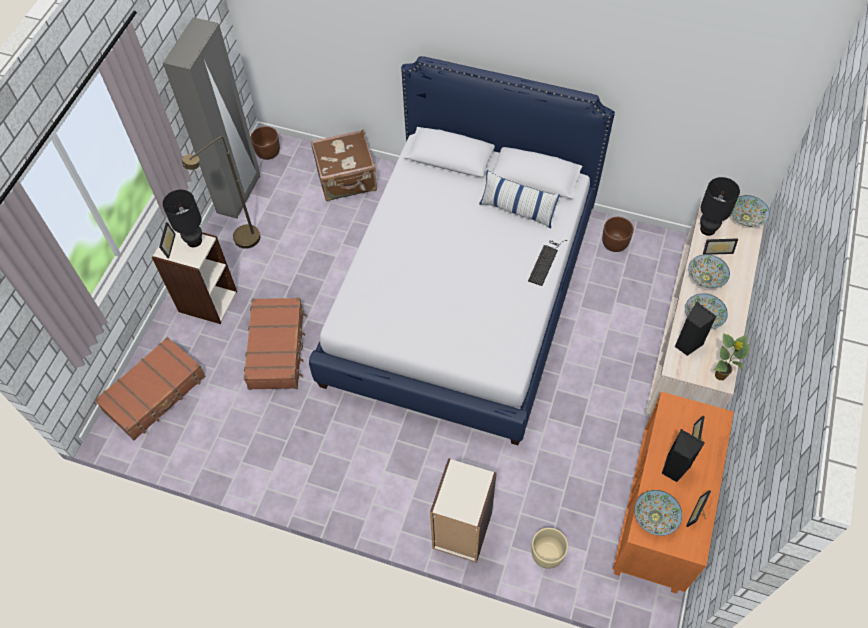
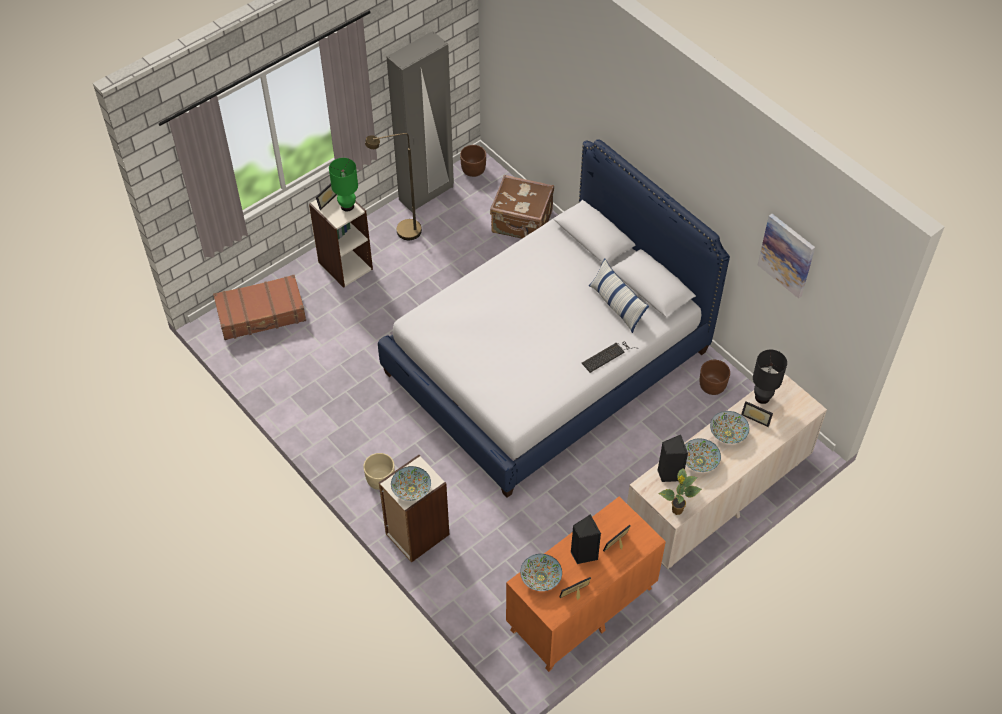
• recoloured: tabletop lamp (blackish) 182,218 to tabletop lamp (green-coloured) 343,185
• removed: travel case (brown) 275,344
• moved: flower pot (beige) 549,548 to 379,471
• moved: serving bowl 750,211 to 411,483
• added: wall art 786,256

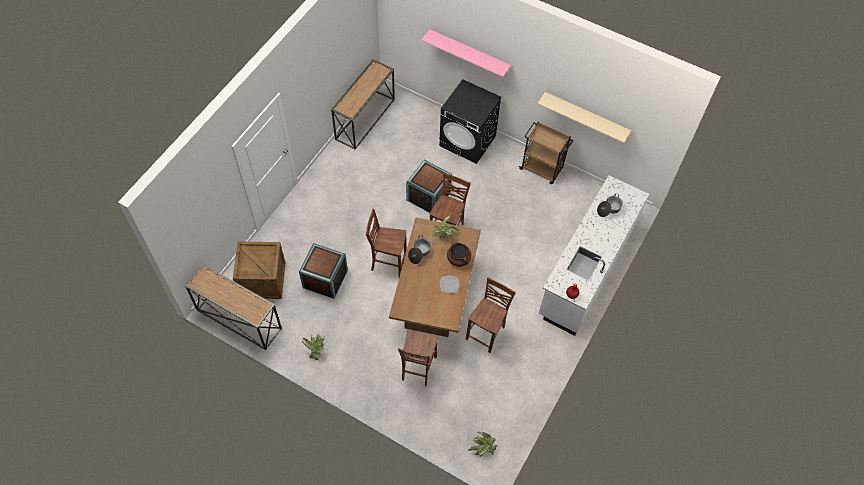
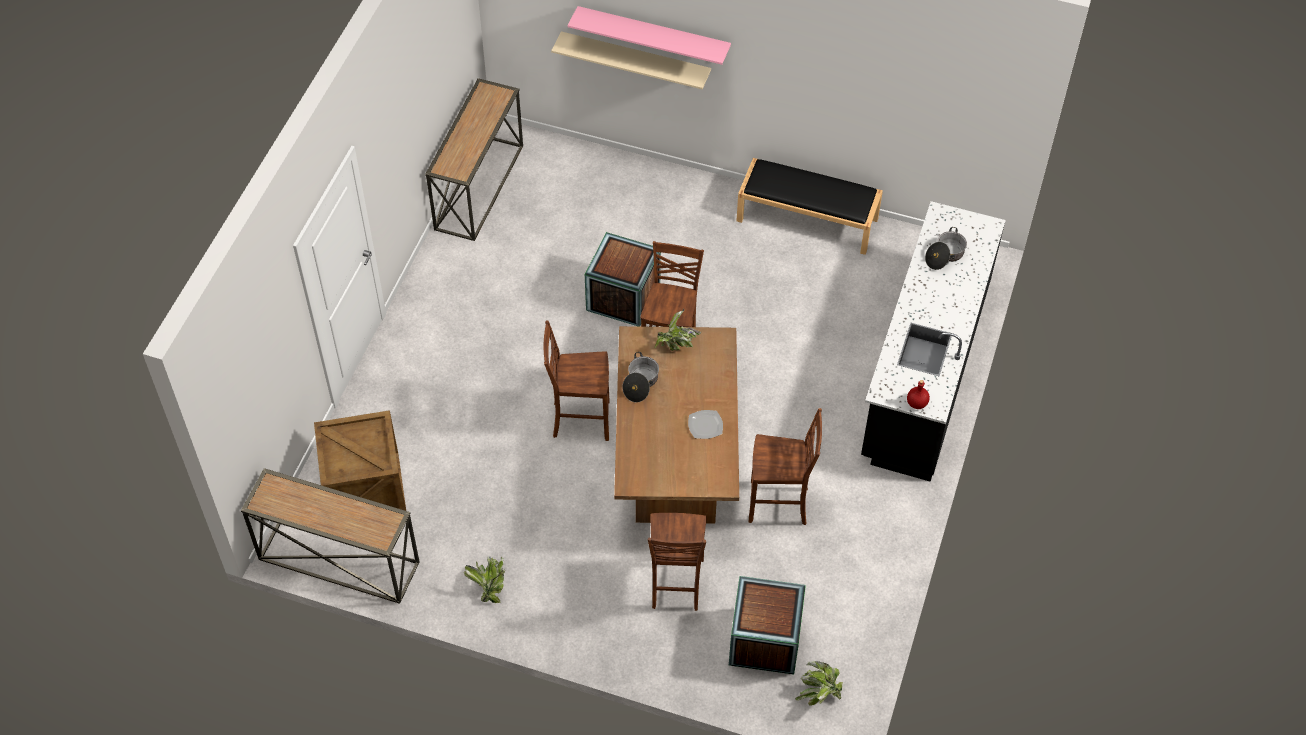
• moved: packing crate 323,271 to 767,625
• removed: laundry machine (blackish) 470,121
• removed: stockpot (brown) 459,254
• turned: plain chair (brown) 491,315 = 785,466 75 degrees clockwise
• replaced: trolley (brown) 545,153 to bench (blackish) 810,206
• moved: wall shelf (beige) 584,117 to 631,60
• recoloured: kitchen base unit (whitish) 594,255 to kitchen base unit (blackish) 933,341

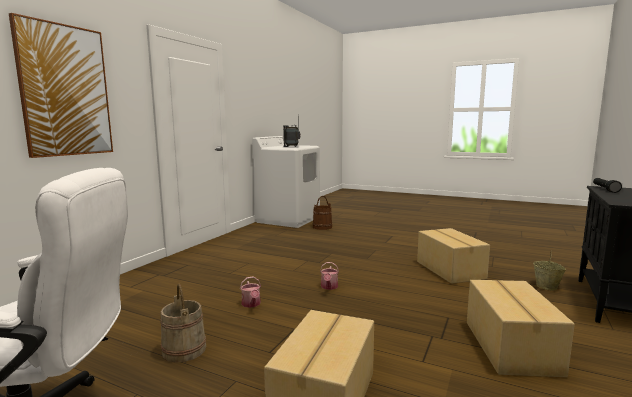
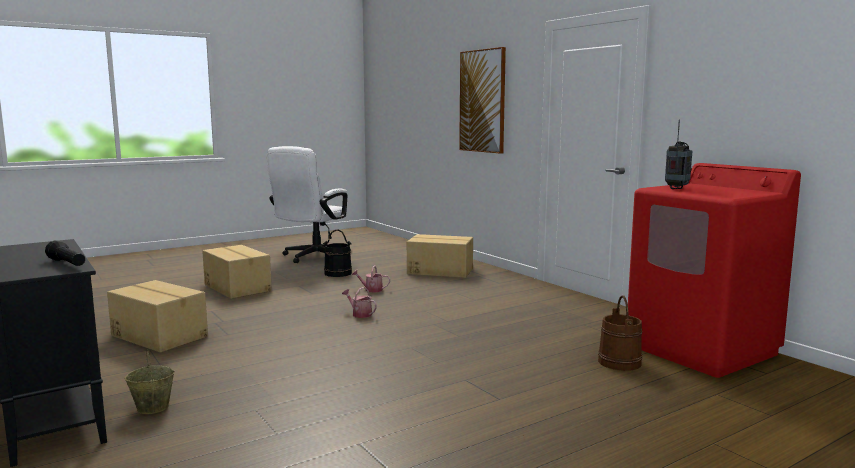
• recoloured: bucket (beige) 183,323 to bucket (blackish) 337,253
• recoloured: laundry machine (whitish) 286,182 to laundry machine (red-coloured) 714,270
• moved: carton 453,256 to 440,256

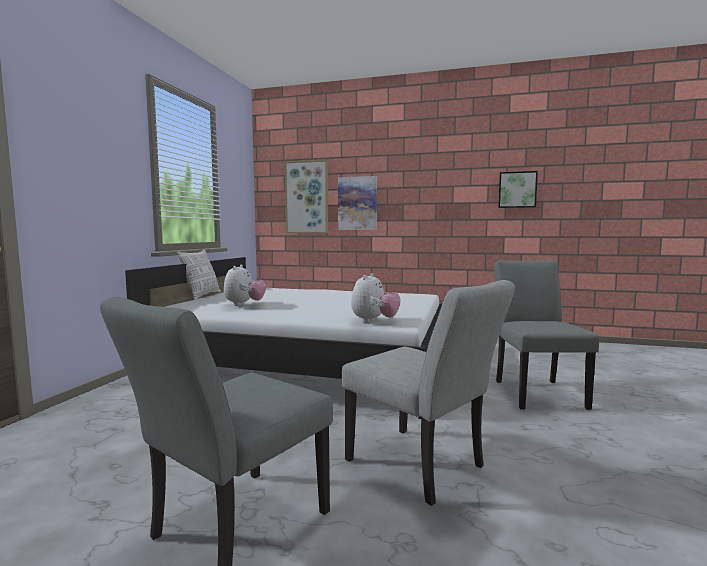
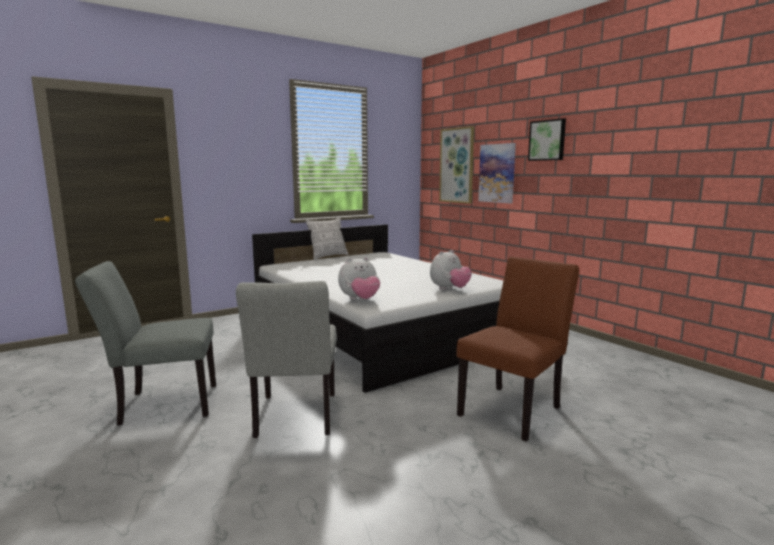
• moved: plush toy 245,285 to 451,270
• recoloured: plain chair (grey) 546,335 to plain chair (brown) 517,349
• moved: wall art 518,189 to 547,139

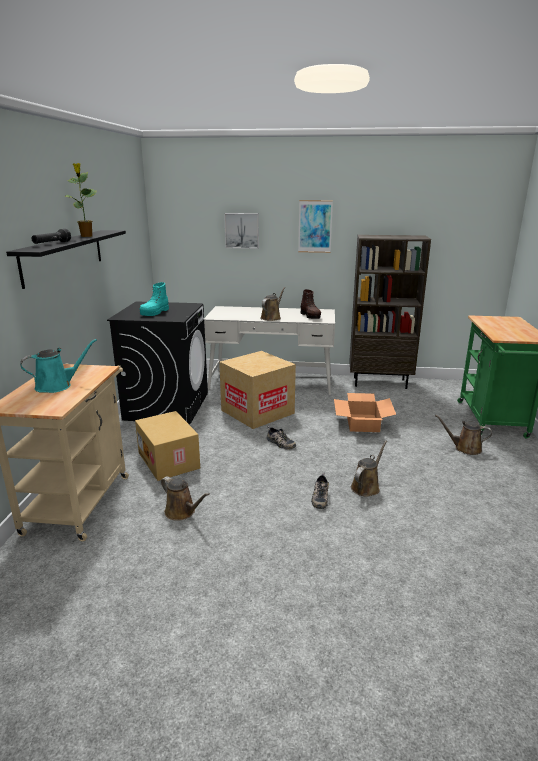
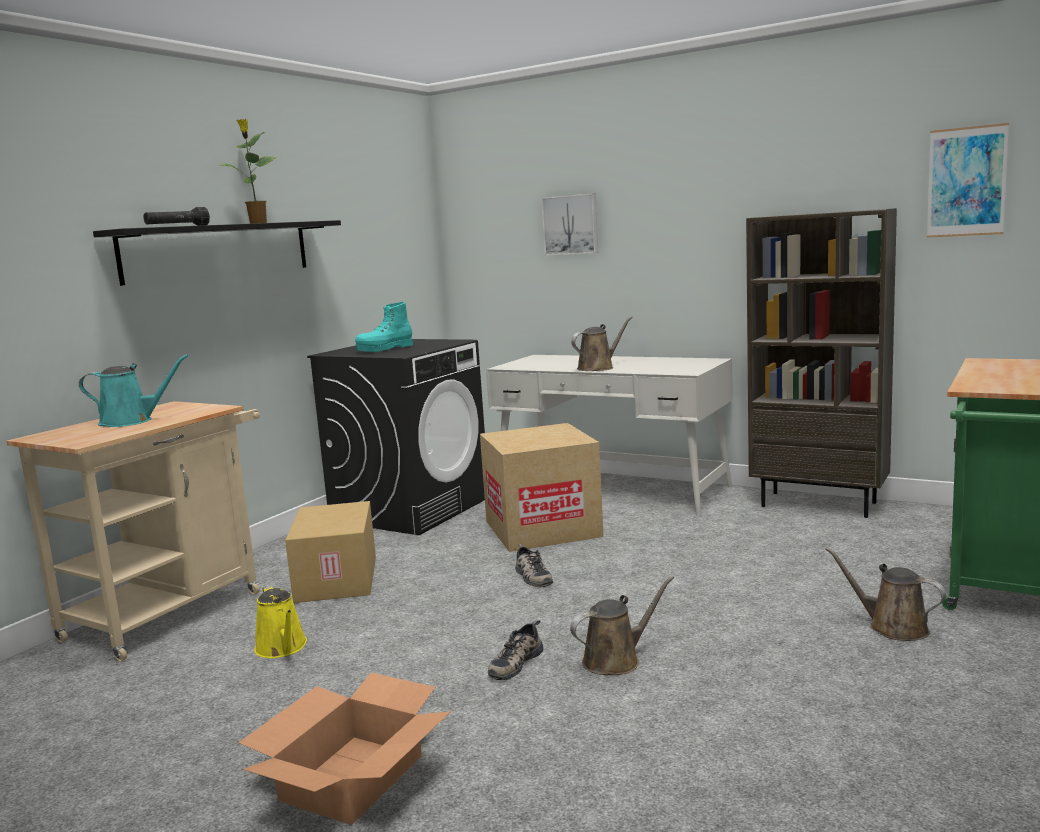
• recoloured: sprinkling can (brown) 185,498 to sprinkling can (yellow-coloured) 280,621
• moved: wall art 315,226 to 968,180
• removed: tall boot (brown) 311,304
• moved: carton 365,412 to 344,749

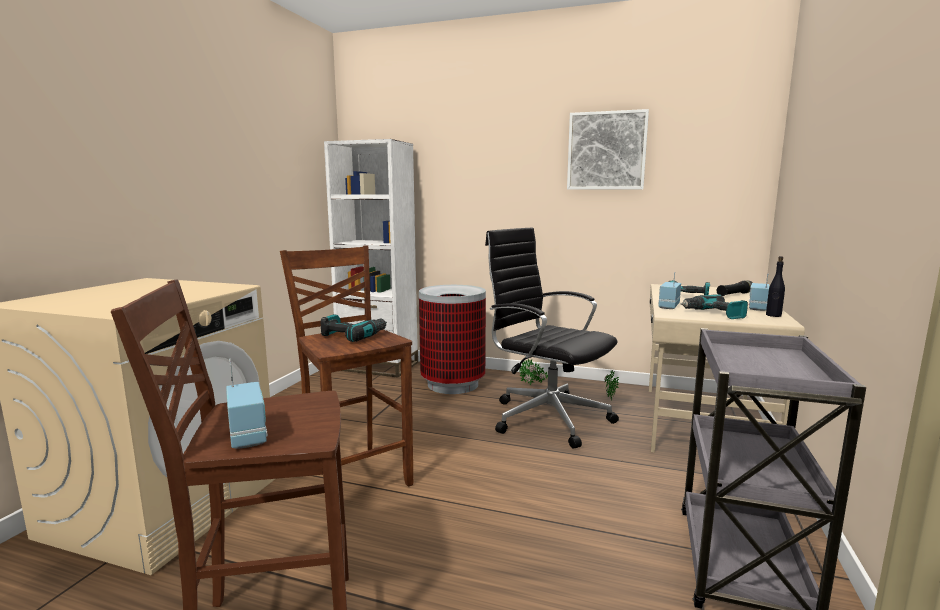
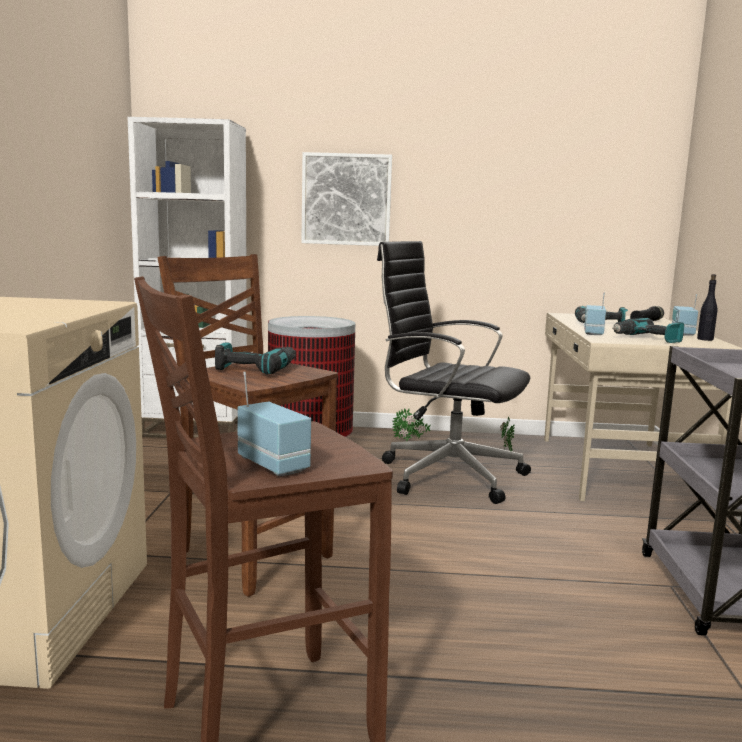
• moved: wall art 608,149 to 346,199

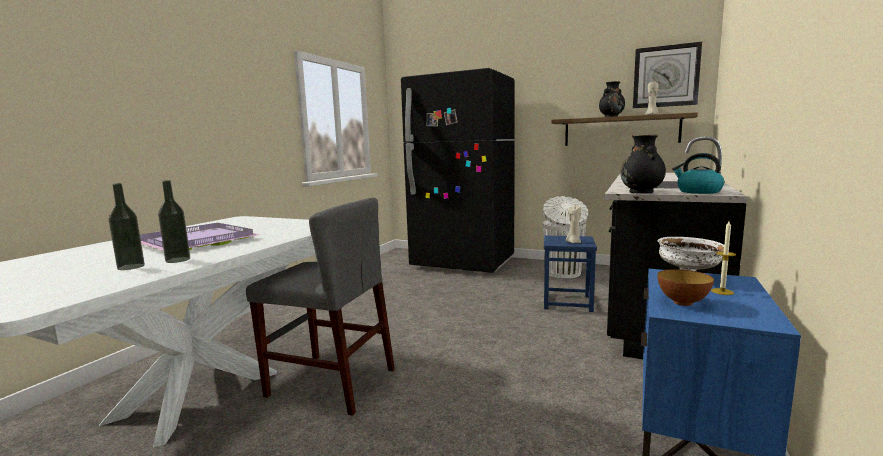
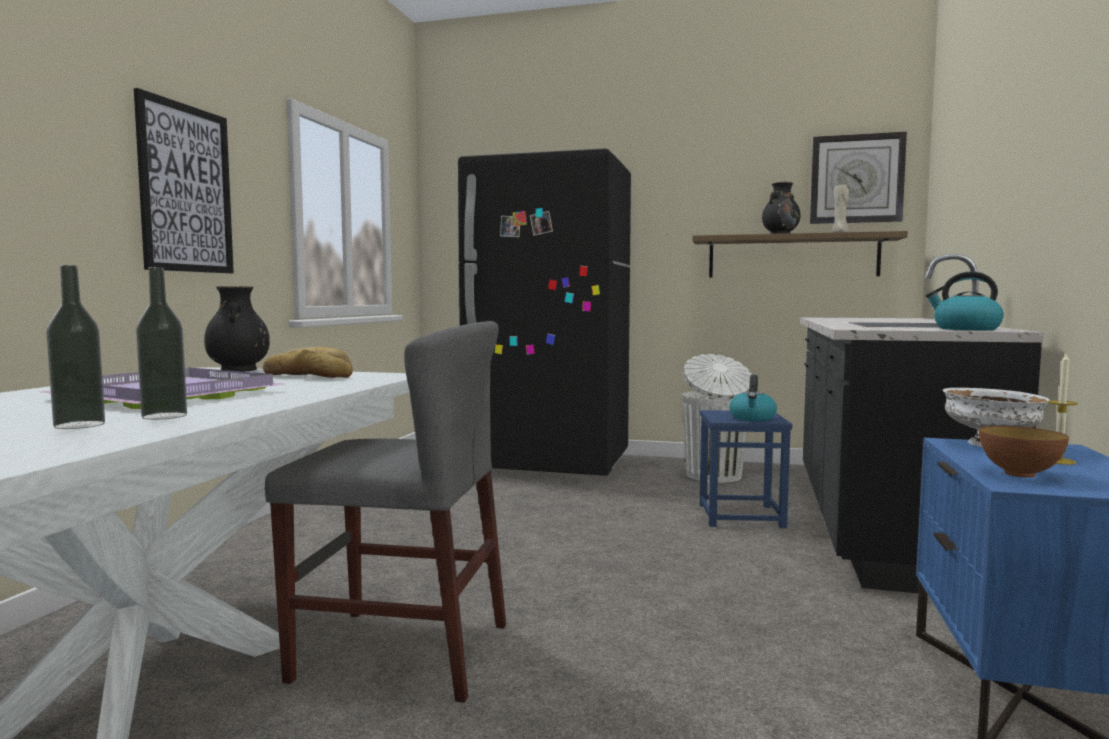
• replaced: candle (beige) 573,224 to tea kettle 753,398
• moved: vase (blackish) 643,164 to 237,329
• added: wall art 184,181
• added: baked bread 308,362

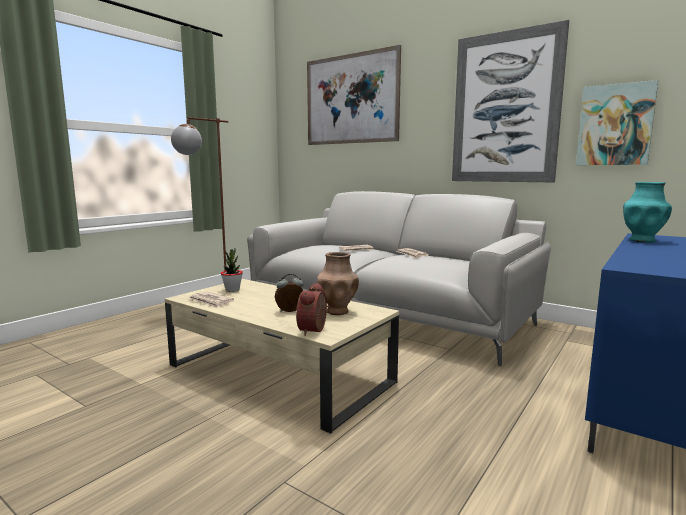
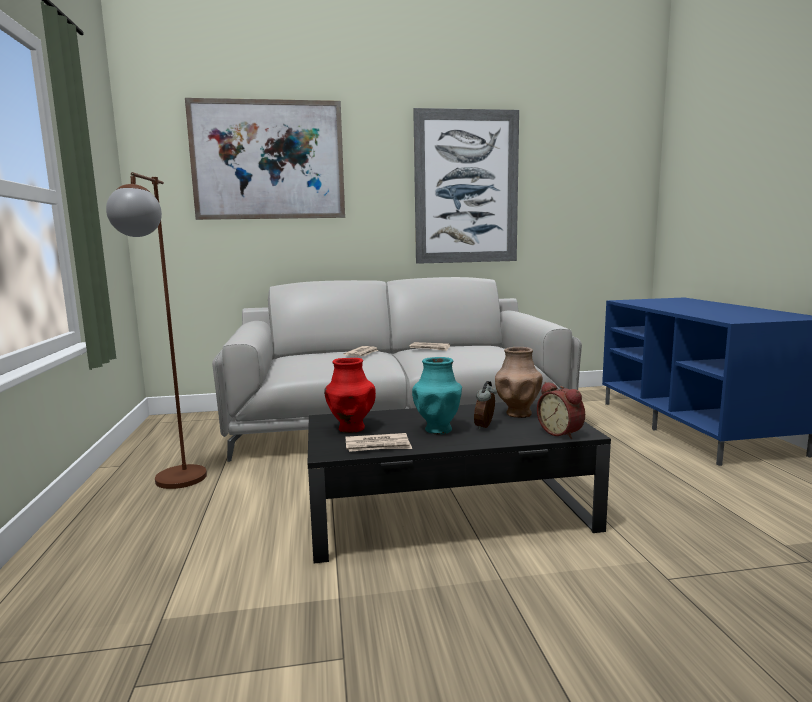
• recoloured: coffee table (beige) 282,356 to coffee table (blackish) 459,481
• replaced: plant in a pot 232,270 to vase (red-coloured) 350,395
• removed: wall art 617,122
• moved: vase (turquoise) 647,212 to 437,396

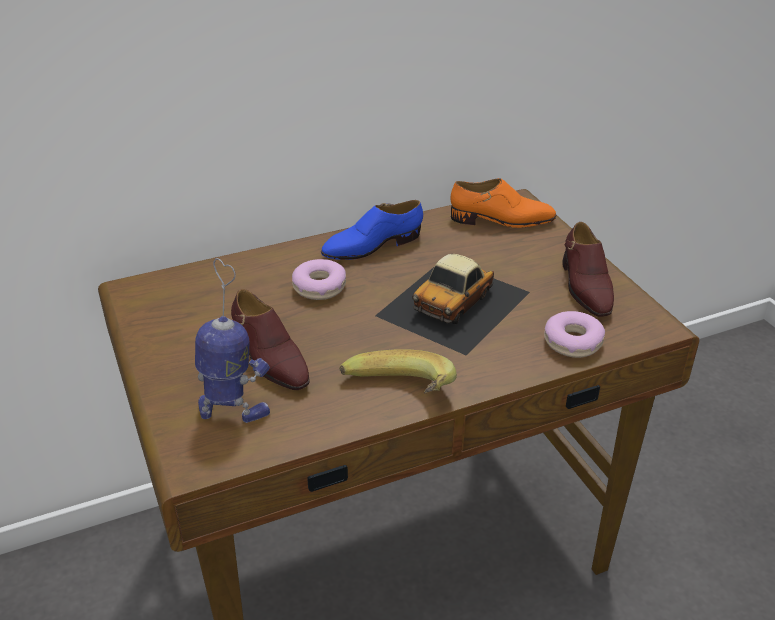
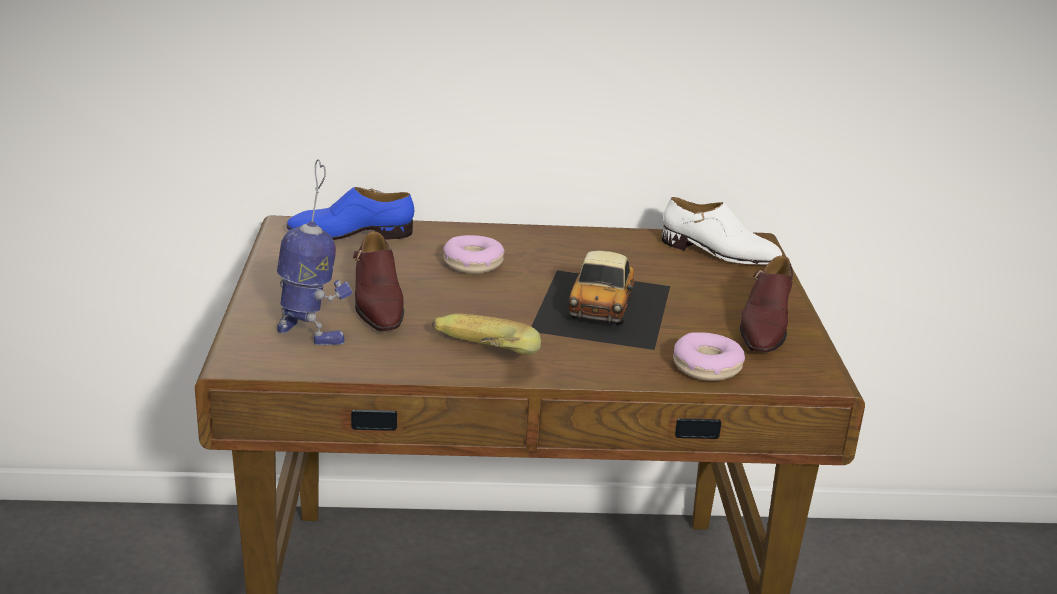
• moved: shoe (blue-coloured) 372,230 to 350,213
• turned: toy car 452,305 = 600,300 45 degrees counterclockwise
• recoloured: shoe (orangey) 503,203 to shoe (whitish) 722,231

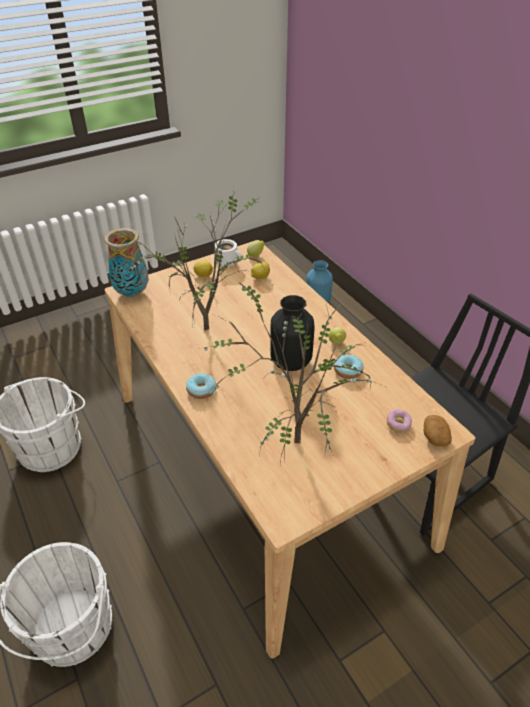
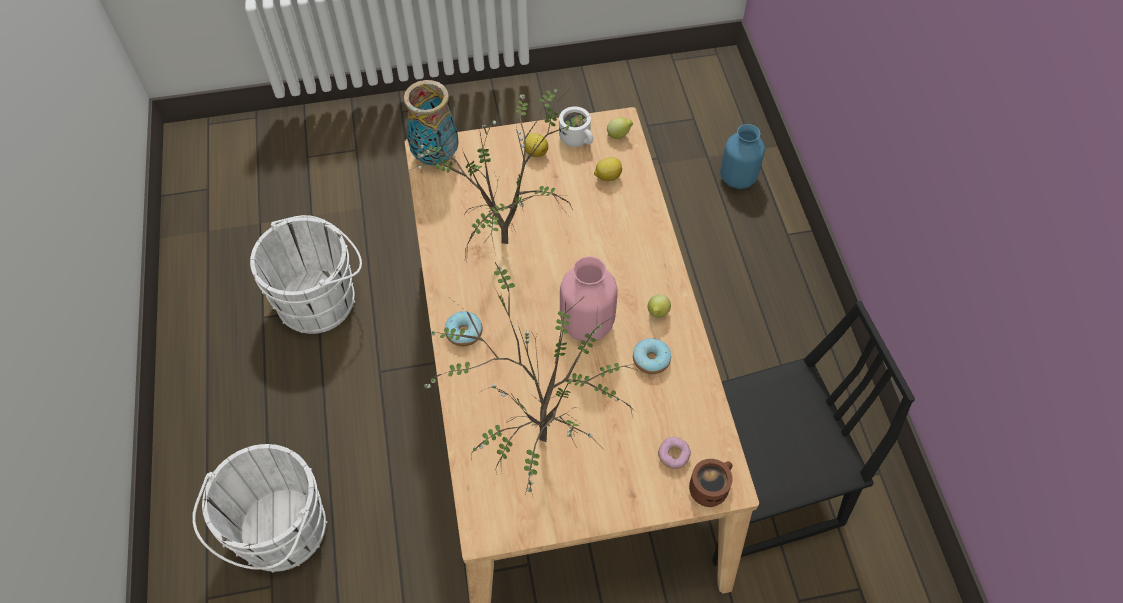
• recoloured: vase (blackish) 292,333 to vase (pink) 589,299
• replaced: spud 437,431 to coffee mug (brown) 711,483

